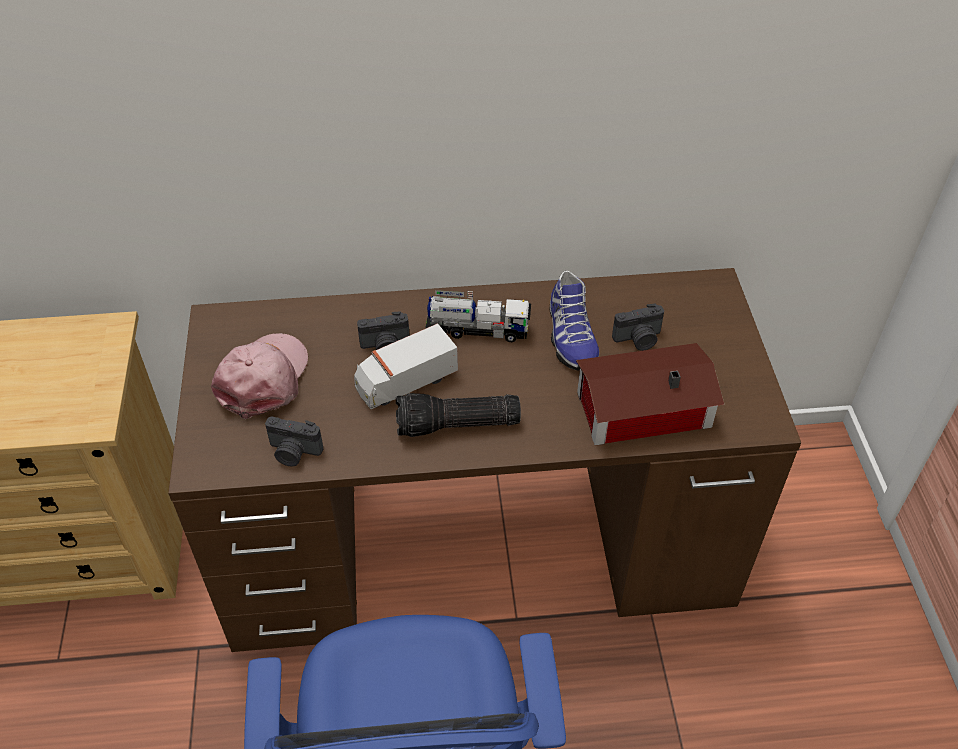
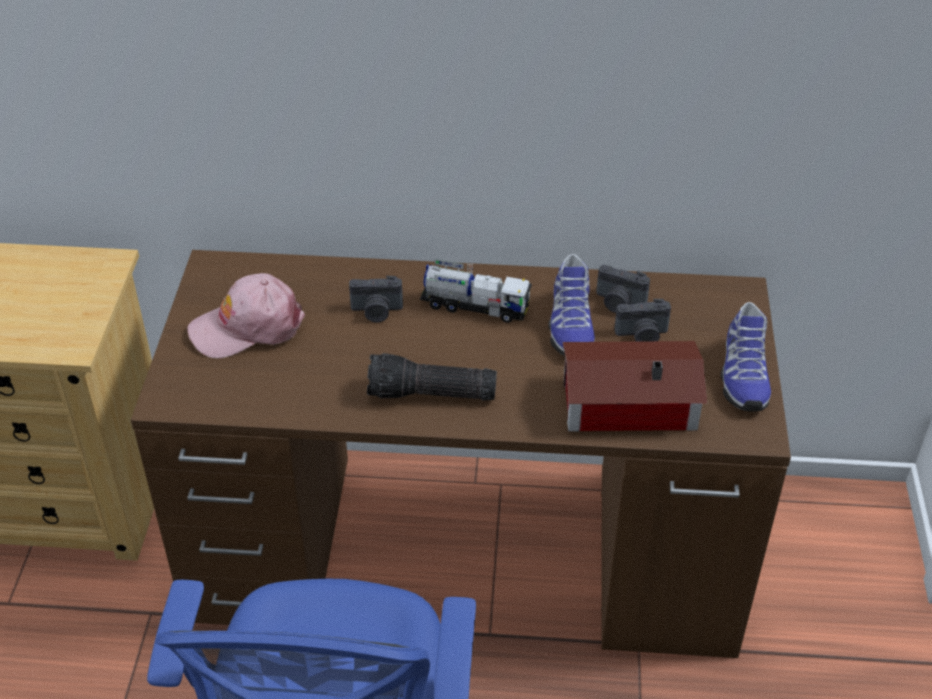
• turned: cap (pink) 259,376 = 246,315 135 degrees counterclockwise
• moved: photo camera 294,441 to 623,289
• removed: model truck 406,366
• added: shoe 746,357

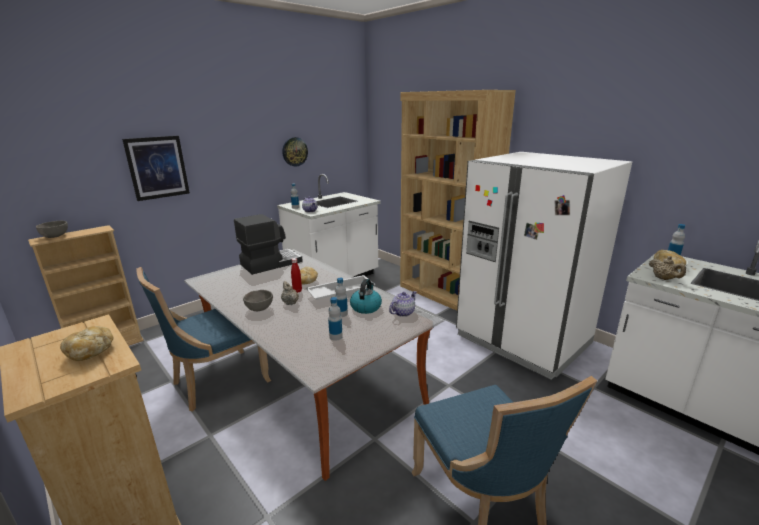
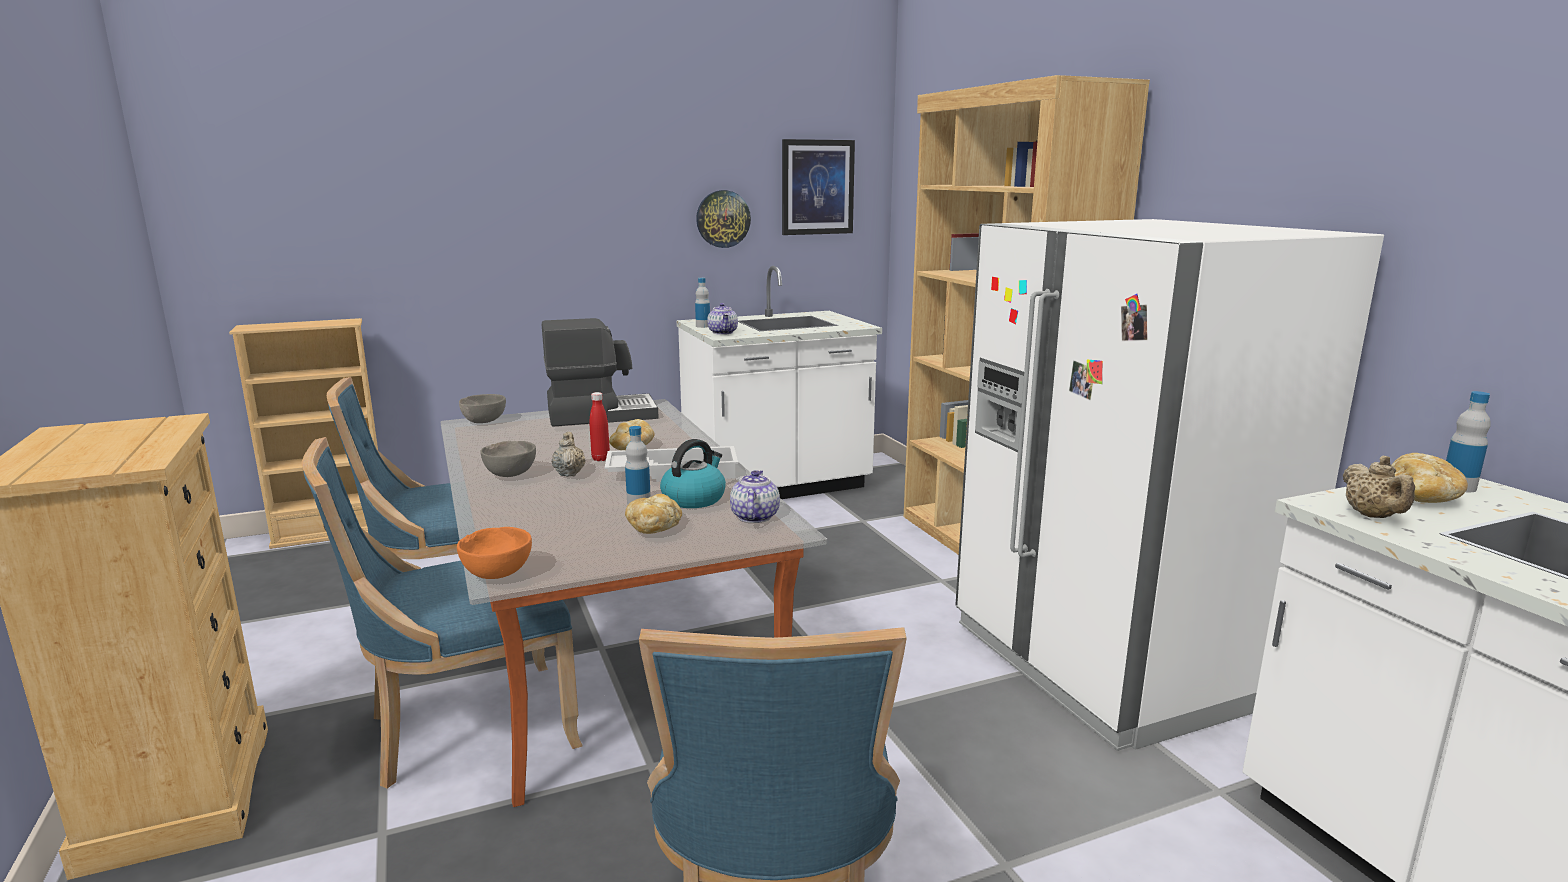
• moved: serving bowl (grey) 52,229 to 482,408
• moved: baked bread 86,343 to 653,514
• moved: wall art 156,168 to 818,187
• removed: drink bottle 335,319
• turned: teapot 403,304 = 755,496 60 degrees counterclockwise
• added: plain chair (blue-coloured) 442,613
• added: serving bowl (orangey) 494,553

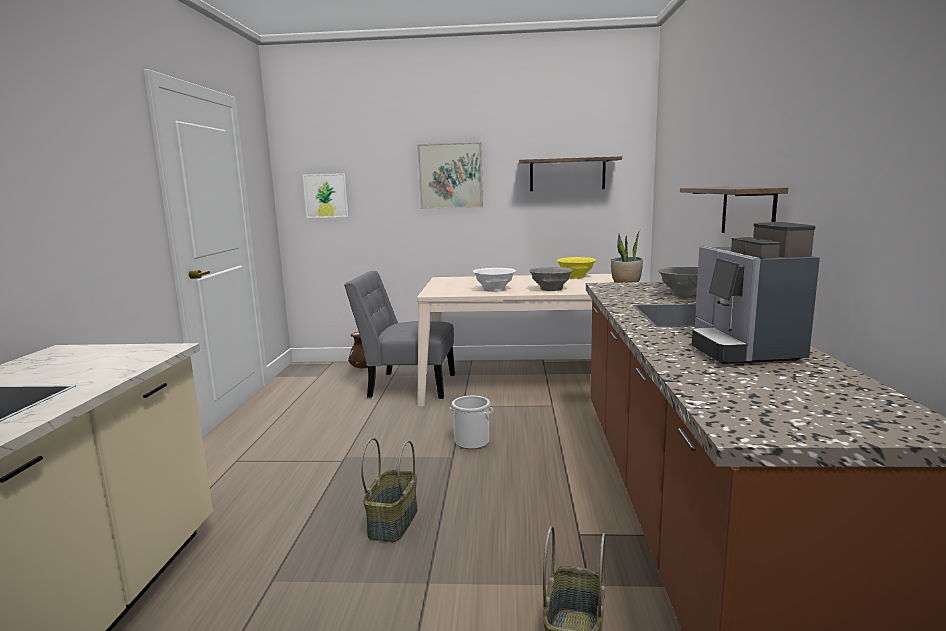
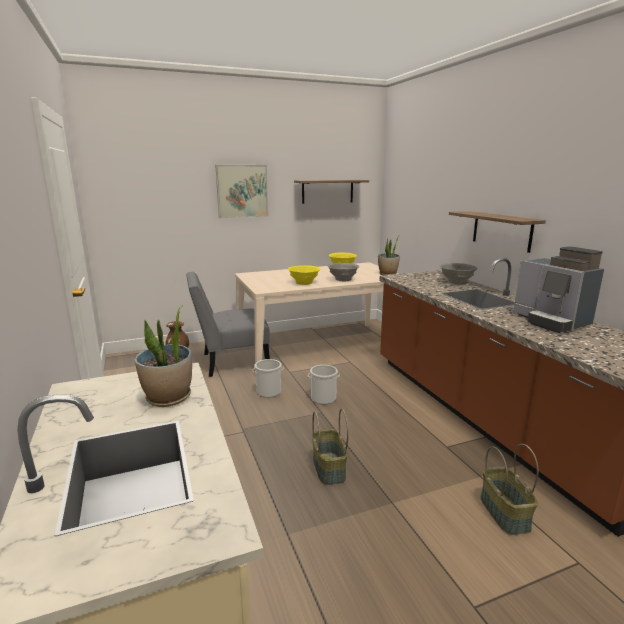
• removed: wall art 326,195
• recoloured: serving bowl (whitish) 494,280 to serving bowl (yellow-coloured) 304,275
• added: plant in a pot 163,356
• added: bucket 268,378

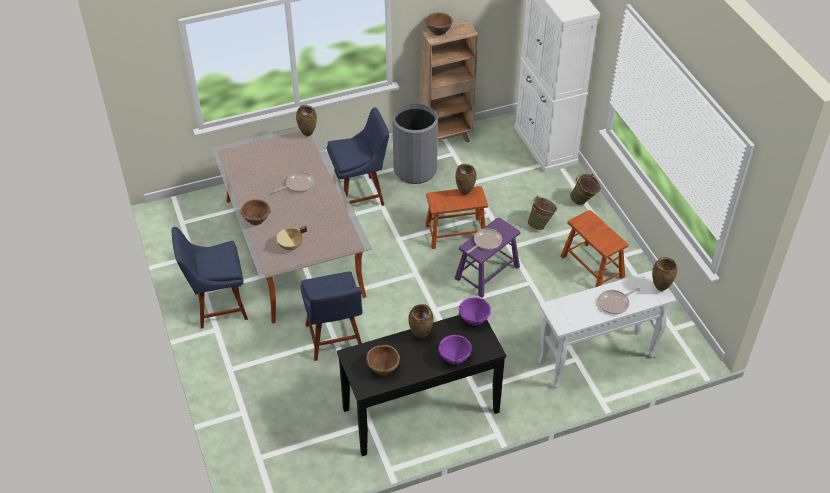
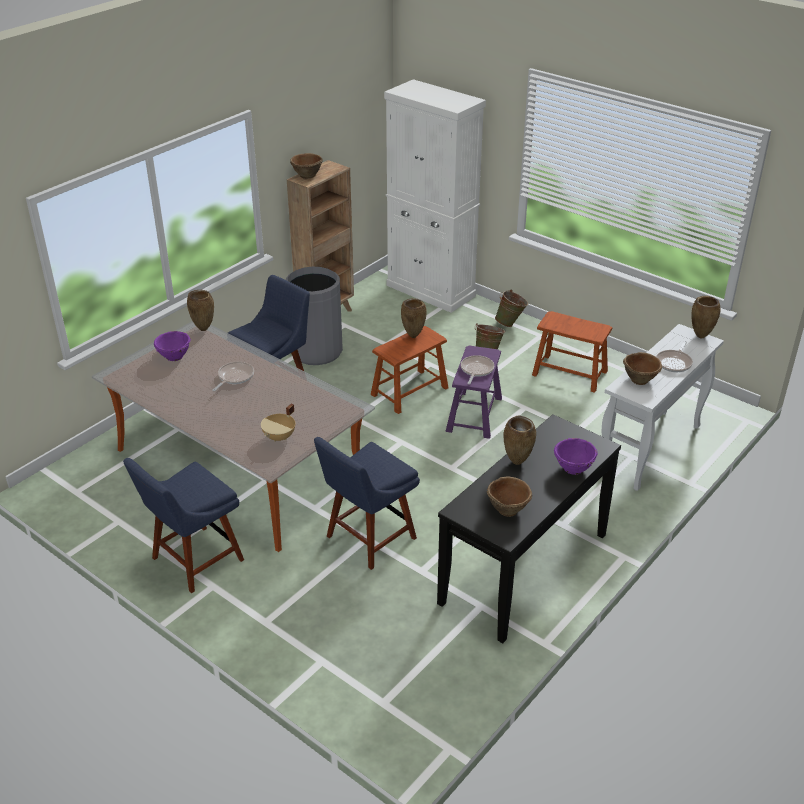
• moved: serving bowl (brown) 255,212 to 642,368
• turned: plain chair (blue-coloured) 331,316 = 367,503 90 degrees clockwise
• moved: serving bowl (purple-coloured) 475,311 to 172,346

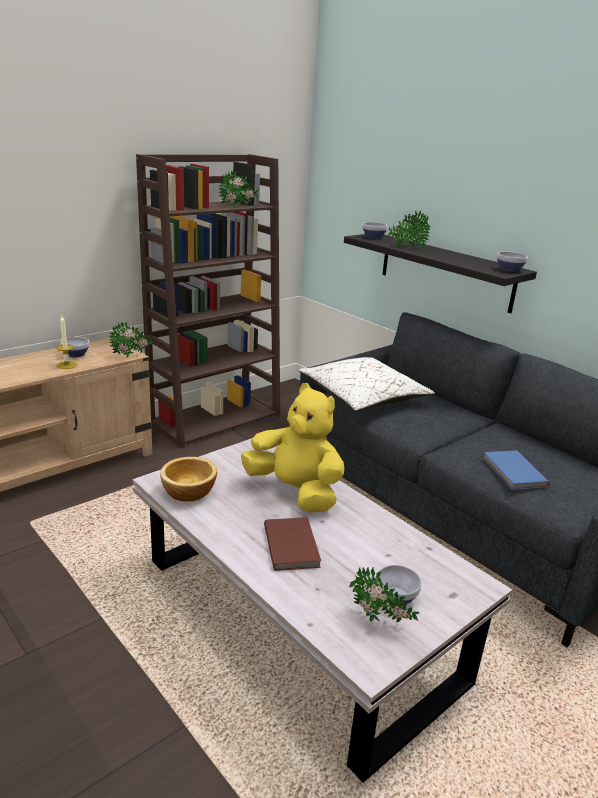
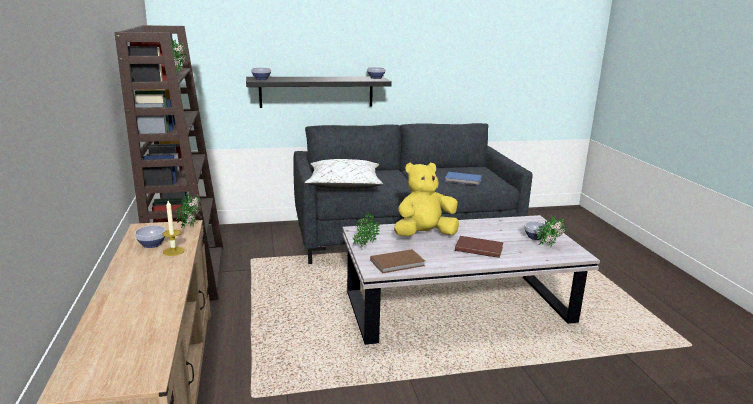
• replaced: serving bowl 188,479 to volume (brown) 397,261
• moved: plant in a pot 409,229 to 366,230

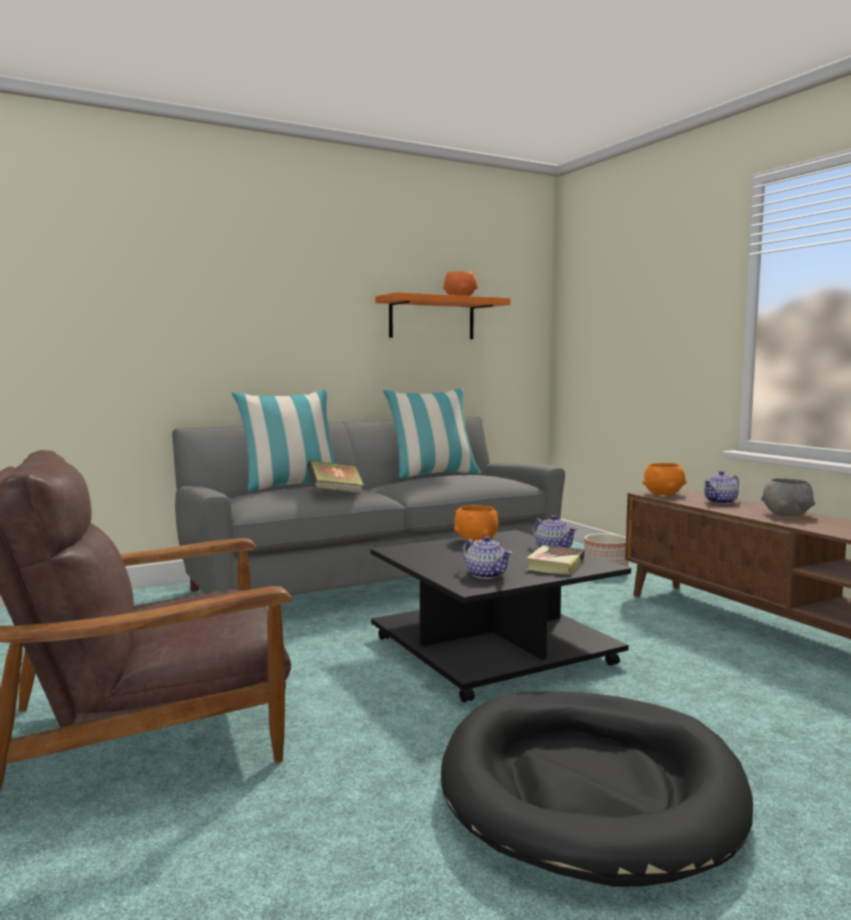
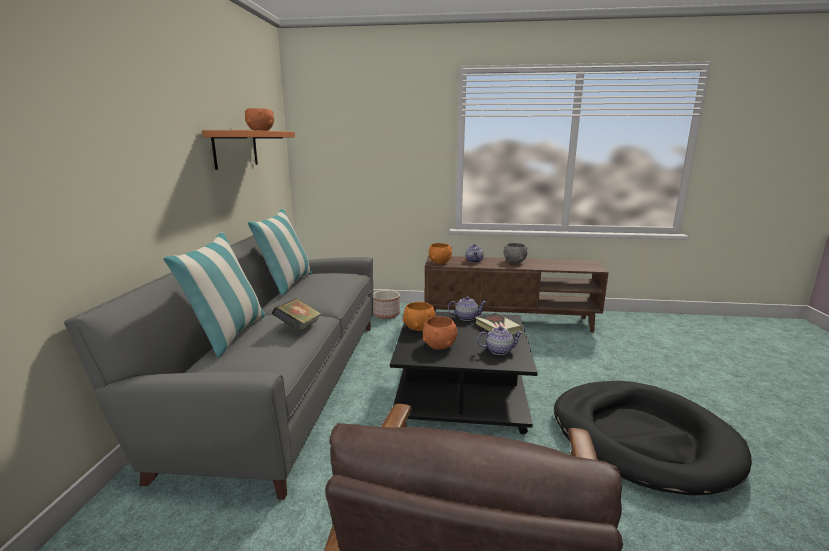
• added: serving bowl (orangey) 440,333

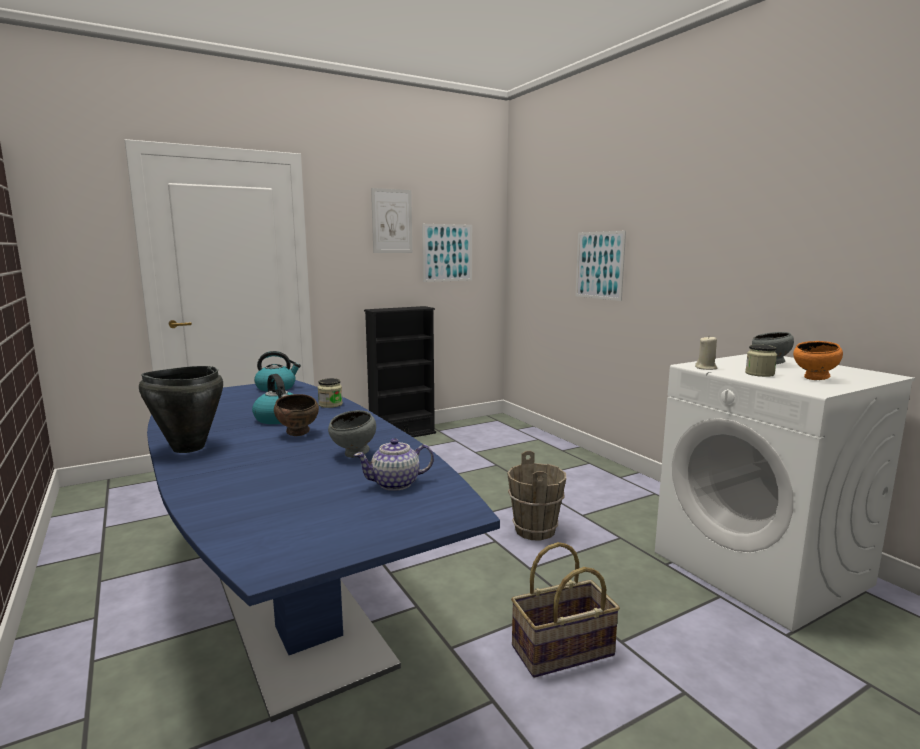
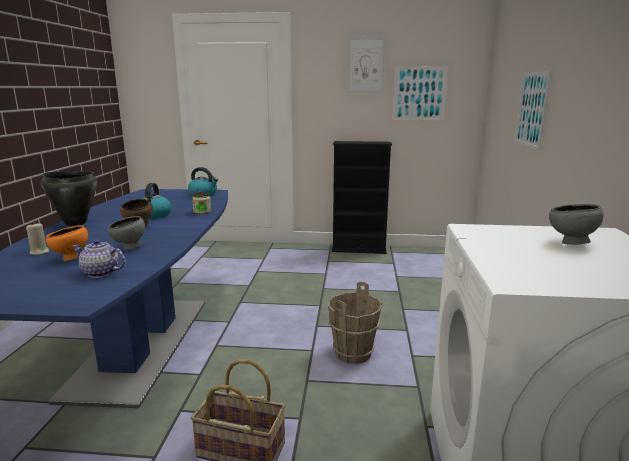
• moved: candle (beige) 706,352 to 37,239
• removed: jar 761,361
• moved: serving bowl (orangey) 818,360 to 67,243

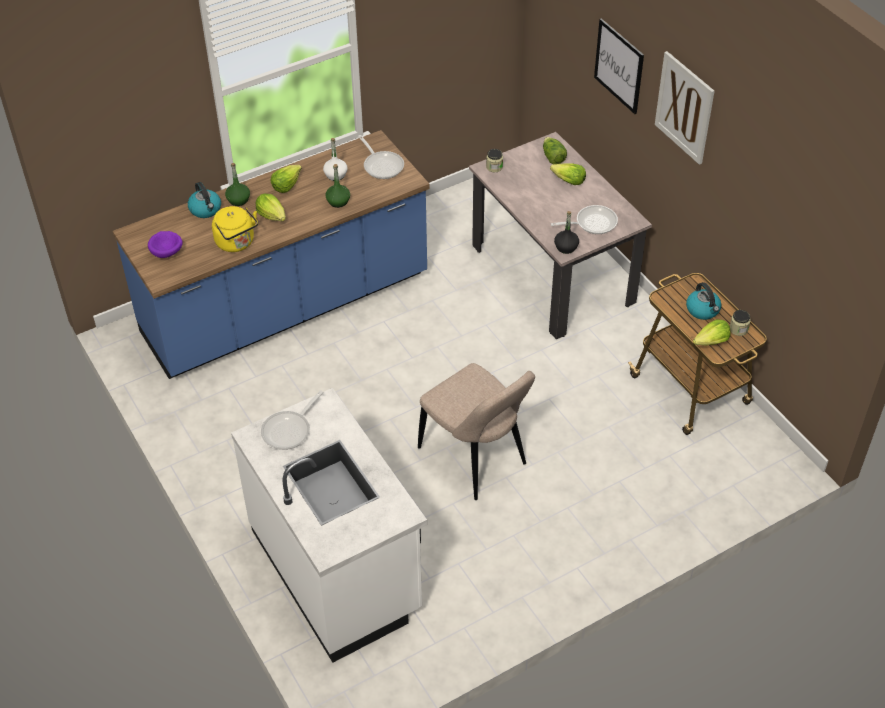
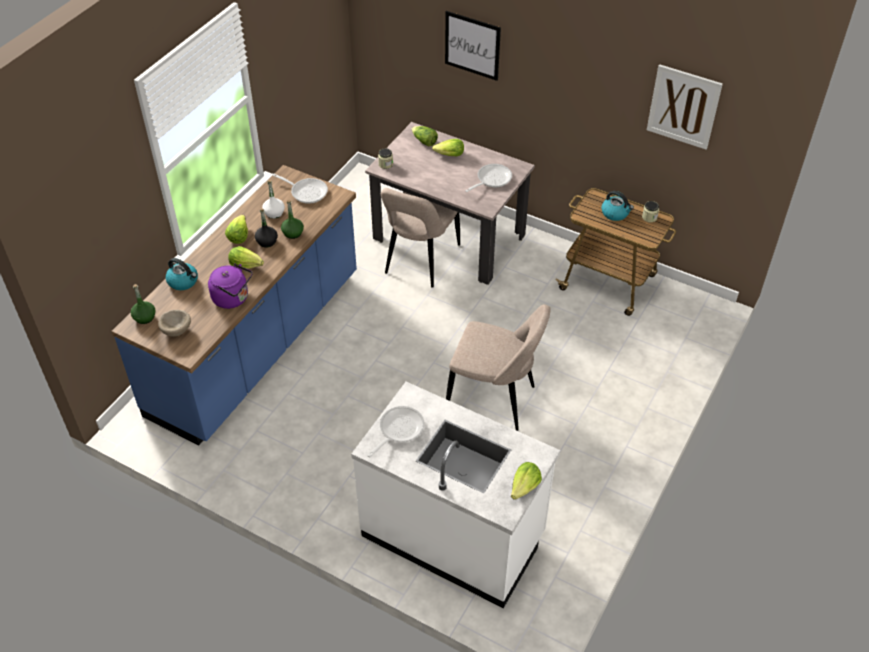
• recoloured: serving bowl (purple-coloured) 165,244 to serving bowl (beige) 174,323
• recoloured: tea kettle (yellow-coloured) 235,229 to tea kettle (purple-coloured) 230,286
• moved: drink bottle (green-coloured) 237,184 to 143,304
• turned: frying pan 292,420 = 396,431 150 degrees counterclockwise
• moved: drink bottle (blackish) 566,232 to 266,228
• moved: wall art 685,108 to 685,106
• moved: lettuce head 712,332 to 526,481
• added: plain chair (beige) 420,238

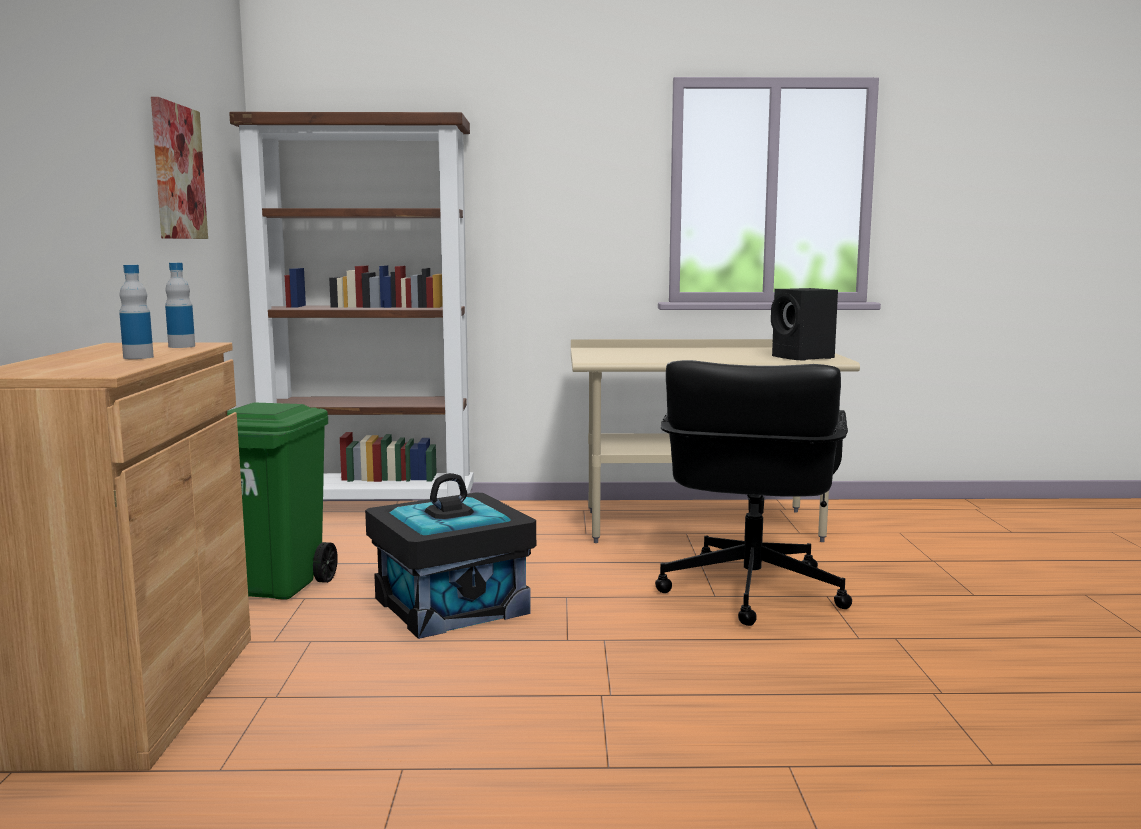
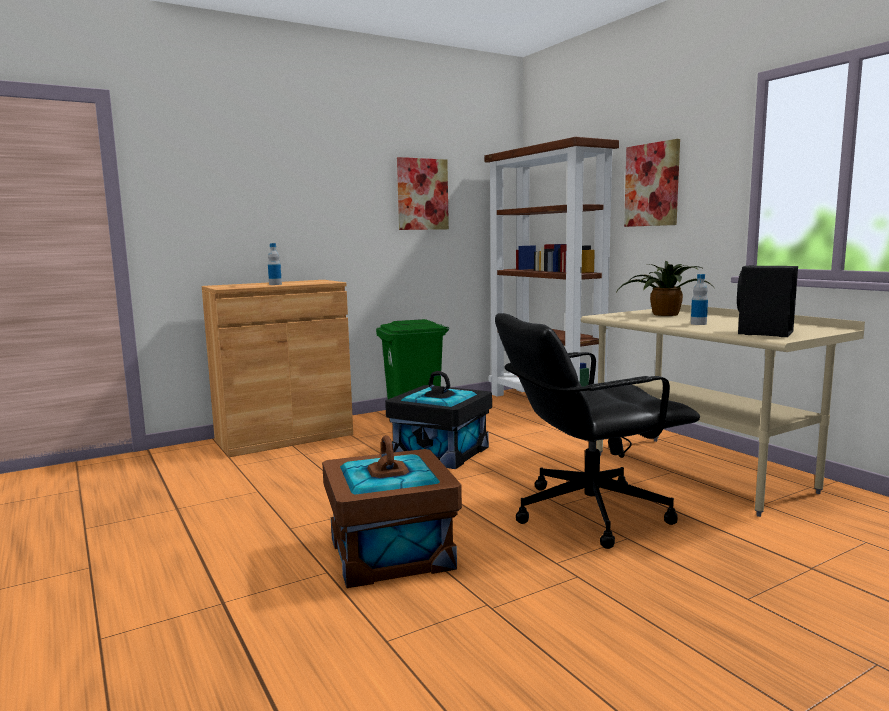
• moved: drink bottle 180,305 to 699,299
• added: storage box (brown) 392,511
• added: plant in a pot 664,288
• added: wall art 652,183

